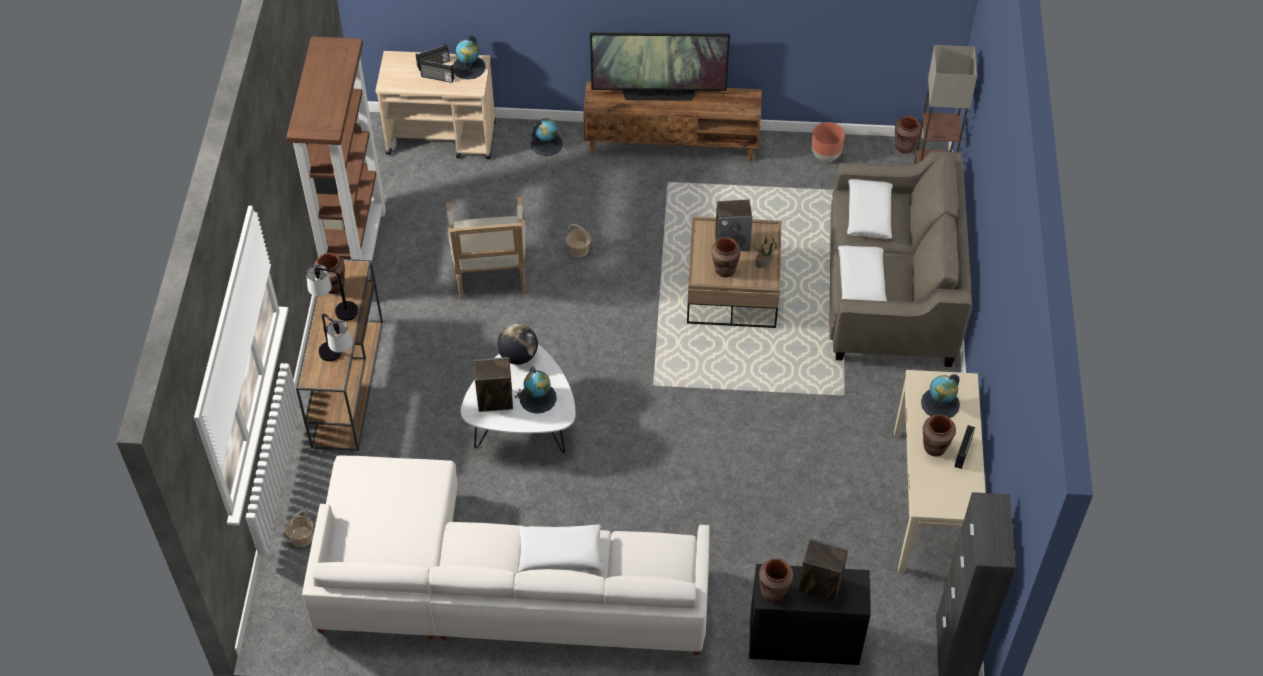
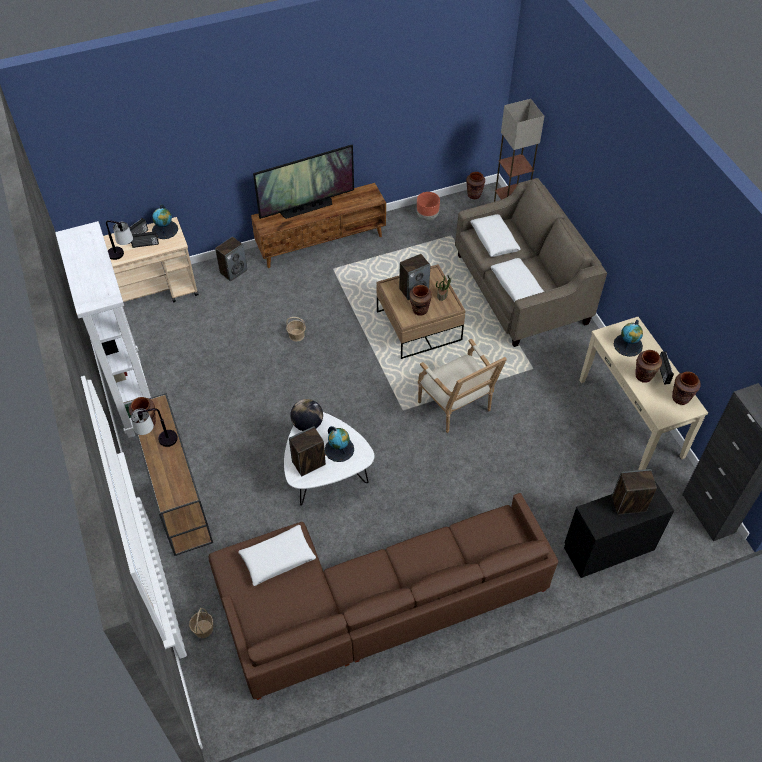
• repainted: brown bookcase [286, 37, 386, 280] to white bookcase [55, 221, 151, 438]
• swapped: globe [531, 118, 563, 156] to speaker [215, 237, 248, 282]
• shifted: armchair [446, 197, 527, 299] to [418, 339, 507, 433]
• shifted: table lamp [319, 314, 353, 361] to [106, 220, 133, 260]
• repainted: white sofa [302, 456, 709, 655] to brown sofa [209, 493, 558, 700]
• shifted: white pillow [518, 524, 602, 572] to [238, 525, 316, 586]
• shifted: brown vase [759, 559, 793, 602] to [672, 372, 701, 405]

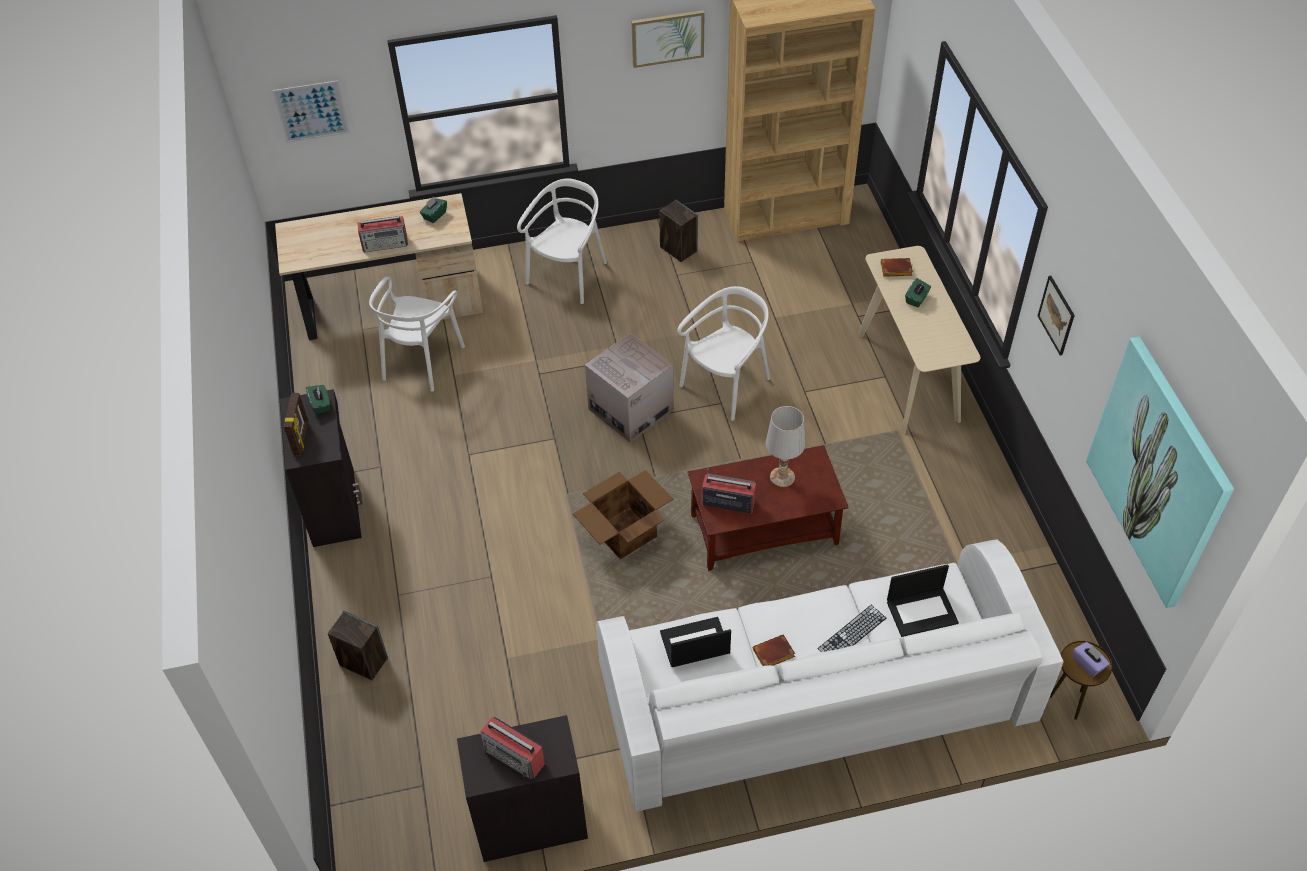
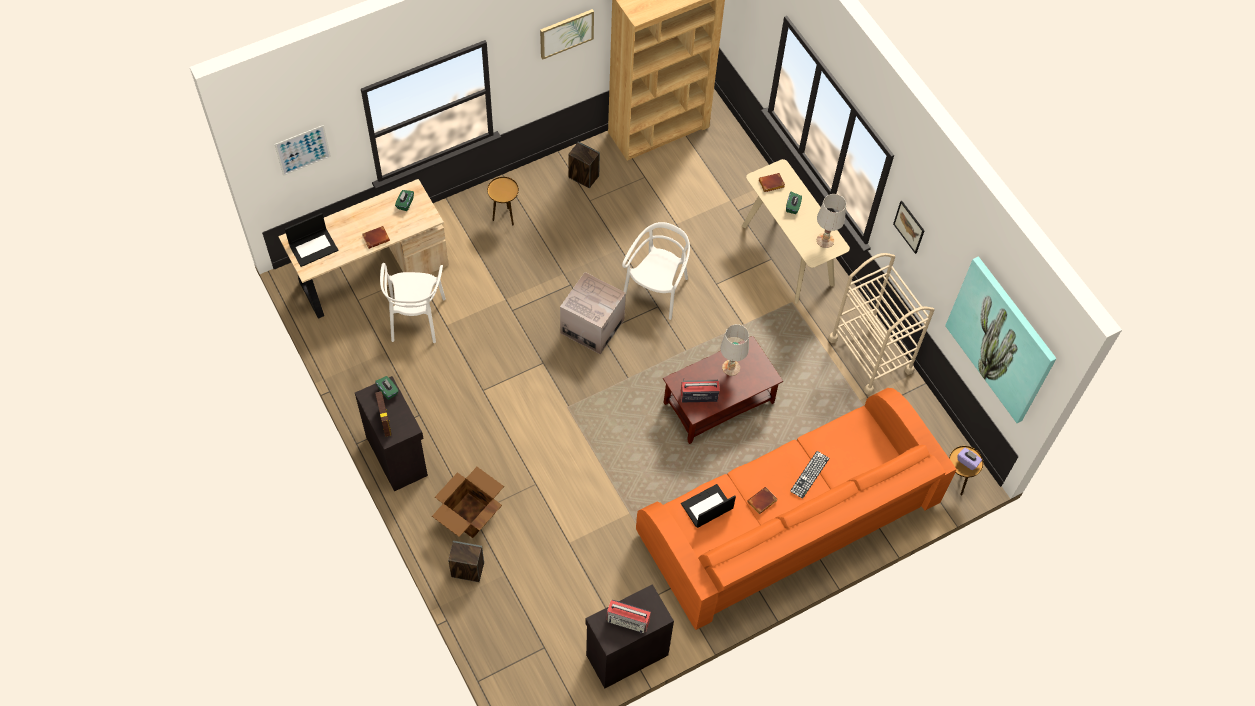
• swapped: white chair [517, 179, 607, 304] to brown side table [487, 177, 519, 225]
• swapped: radio [357, 216, 408, 252] to brown book [362, 226, 390, 249]
• shifted: cardboard box [573, 470, 673, 560] to [432, 467, 504, 538]
• repainted: white sofa [596, 539, 1064, 812] to orange sofa [636, 388, 957, 630]
• shifted: laptop [887, 564, 959, 637] to [285, 213, 338, 267]
• new: white table lamp [817, 194, 846, 248]
• new: beige cart [828, 253, 934, 395]

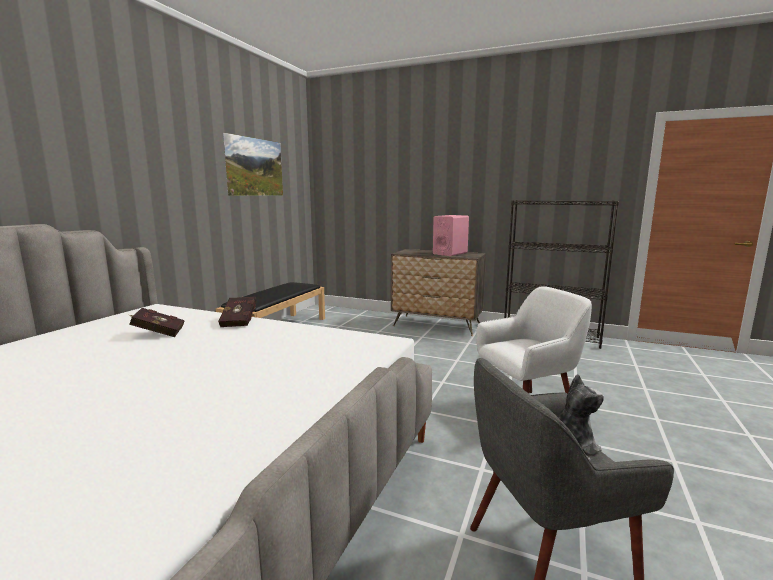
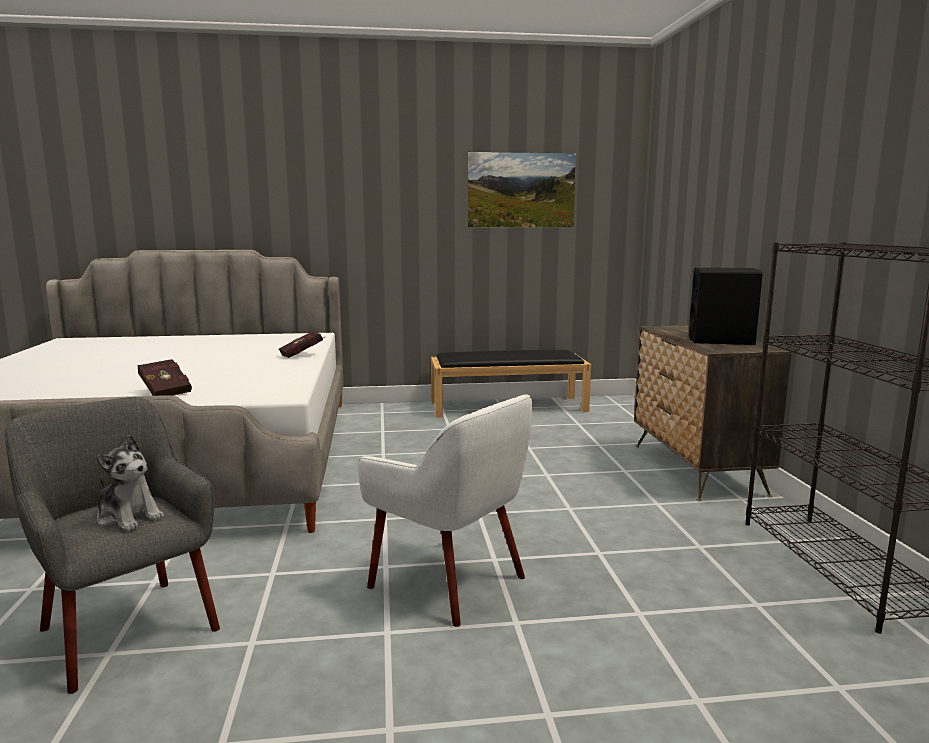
• repainted: pink speaker [433, 215, 469, 256] to black speaker [689, 267, 763, 345]
• shifted: red book [129, 308, 185, 337] to [138, 359, 192, 396]

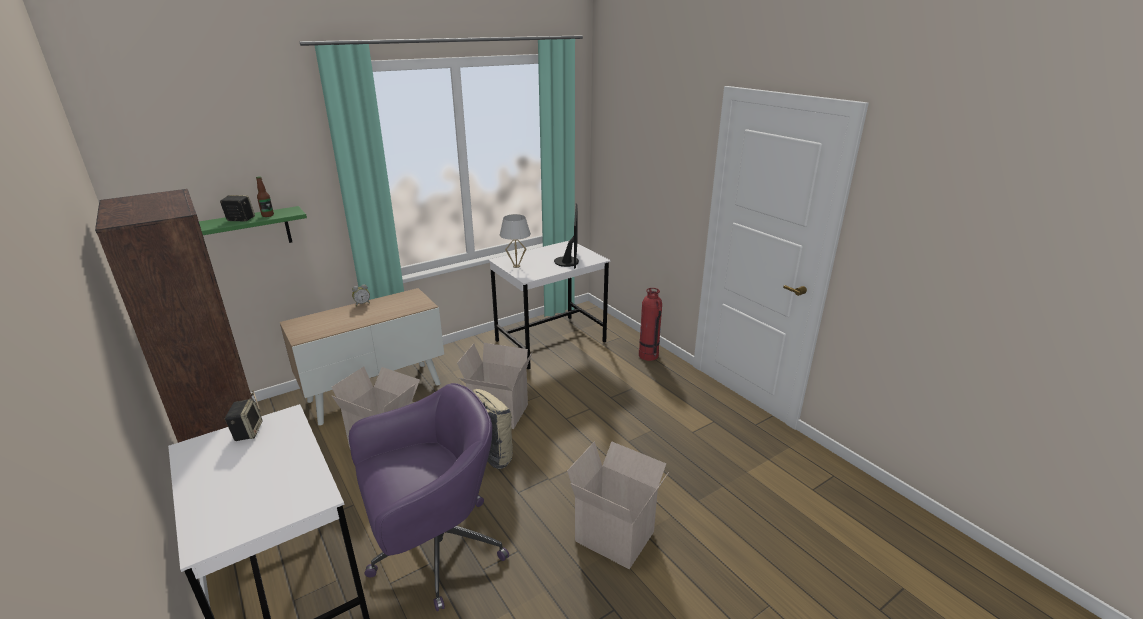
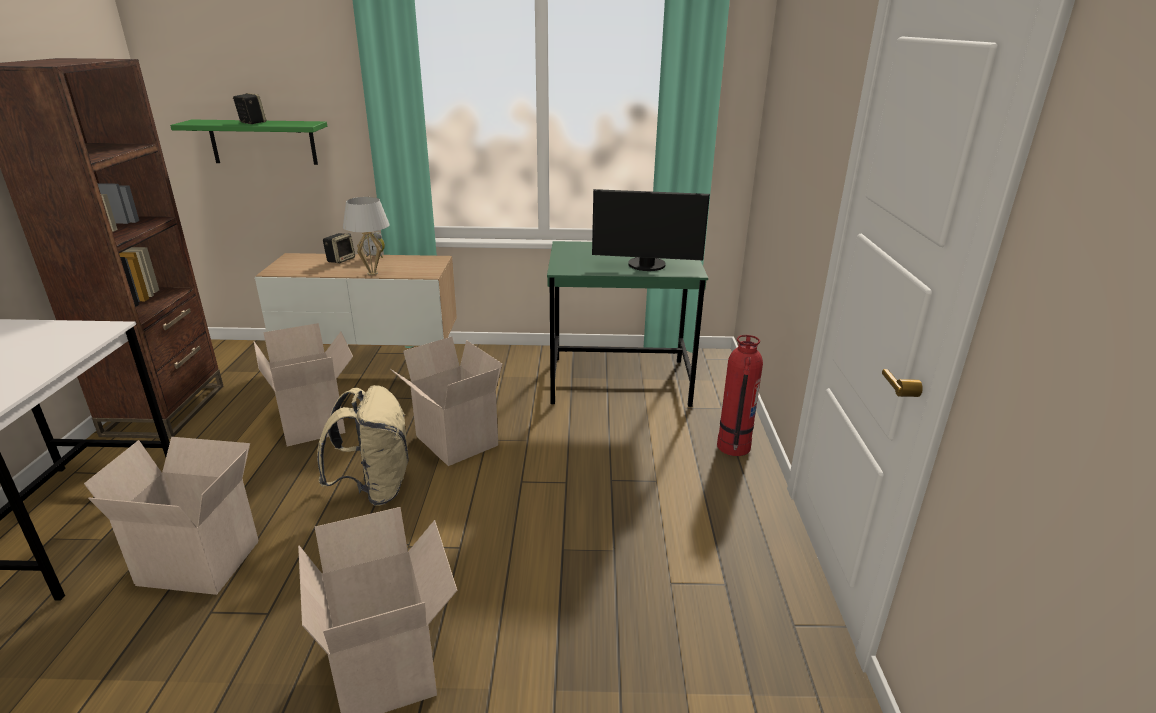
• gone: bottle [256, 176, 274, 217]
• rotated: monitor [554, 204, 579, 269] = [592, 189, 710, 271] 60 degrees clockwise
• shifted: white table lamp [500, 214, 531, 268] to [343, 197, 390, 275]
• repainted: white desk [488, 240, 611, 370] to green desk [547, 241, 708, 407]
• swapped: purple office chair [349, 383, 509, 611] to cardboard box [84, 437, 259, 595]
• shifted: speaker [224, 398, 263, 441] to [323, 233, 355, 263]

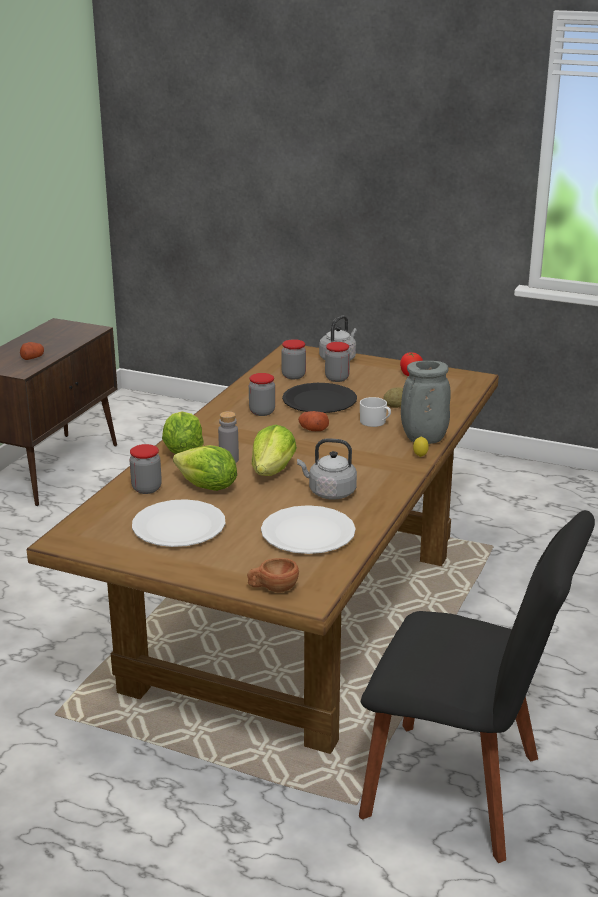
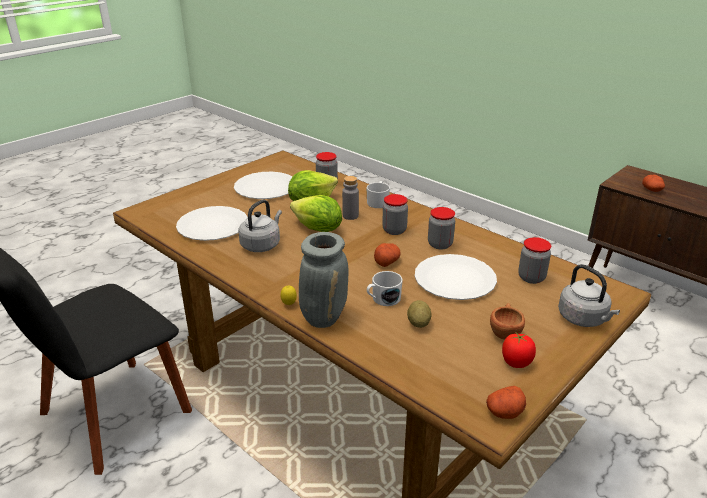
• shifted: jar [325, 342, 350, 382] to [382, 194, 408, 235]
• repainted: black plate [282, 383, 357, 413] to white plate [415, 254, 497, 300]
• swapped: lettuce [162, 412, 204, 454] to white mug [367, 181, 390, 208]
• shifted: brown cup [247, 558, 299, 592] to [490, 303, 525, 340]
• new: potato [486, 386, 526, 419]

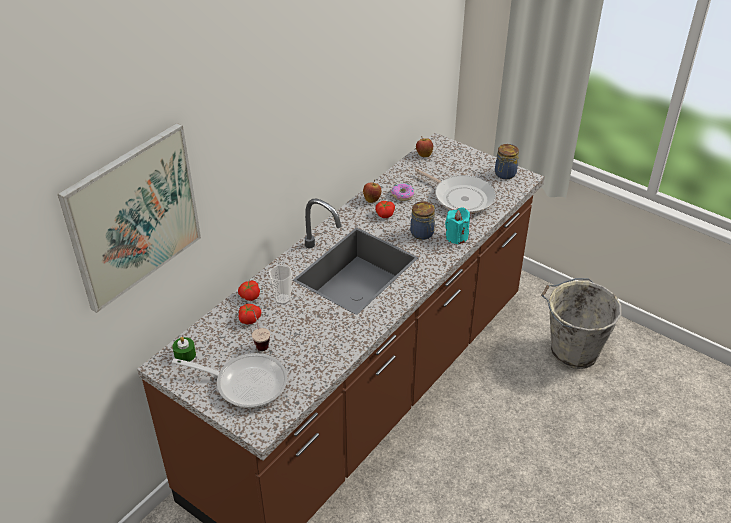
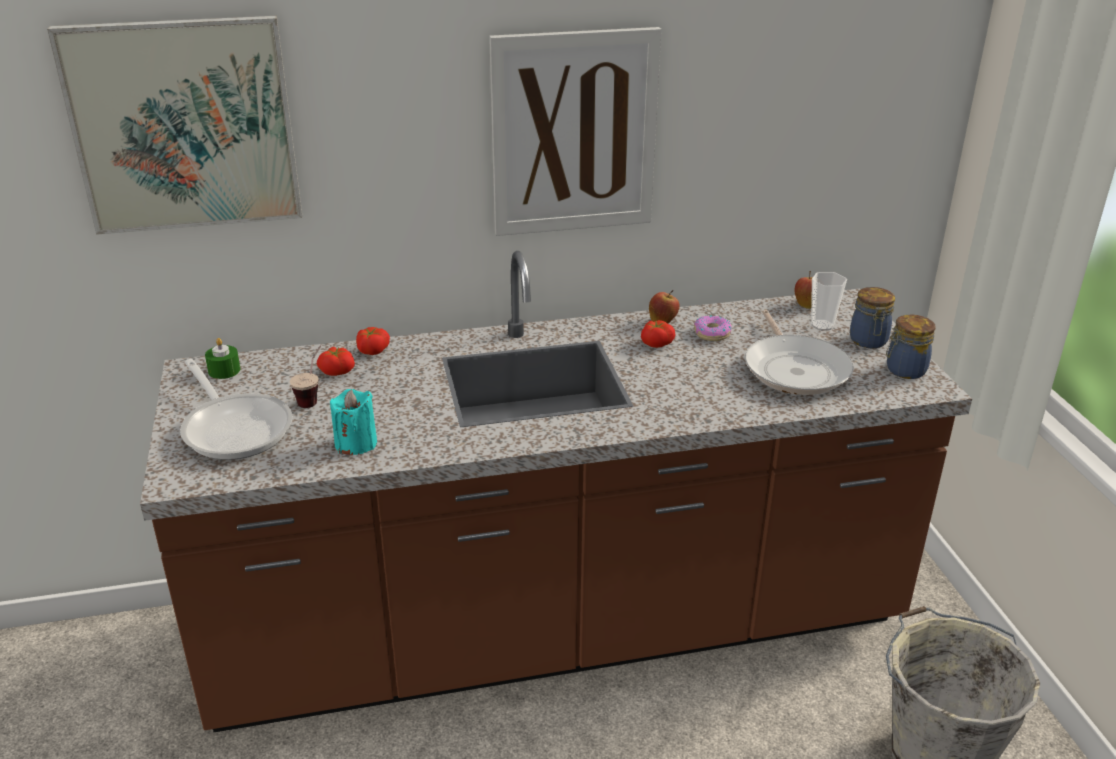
• shifted: jar [410, 201, 435, 240] to [850, 287, 895, 348]
• shifted: turquoise candle [445, 207, 470, 245] to [330, 389, 377, 455]
• shifted: cup [269, 265, 292, 305] to [811, 272, 847, 331]
• new: picture [489, 27, 661, 236]

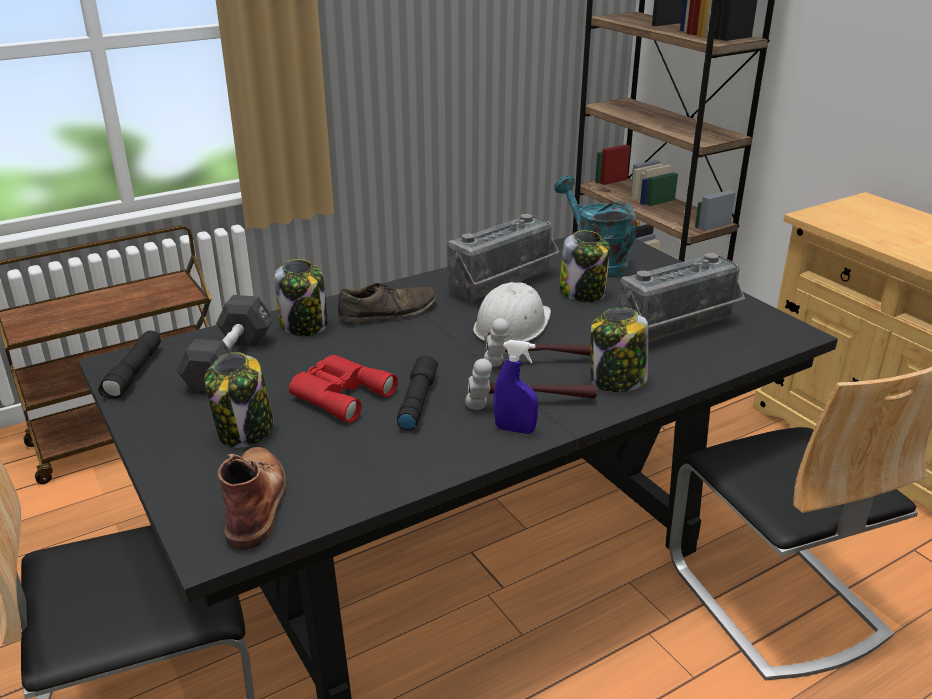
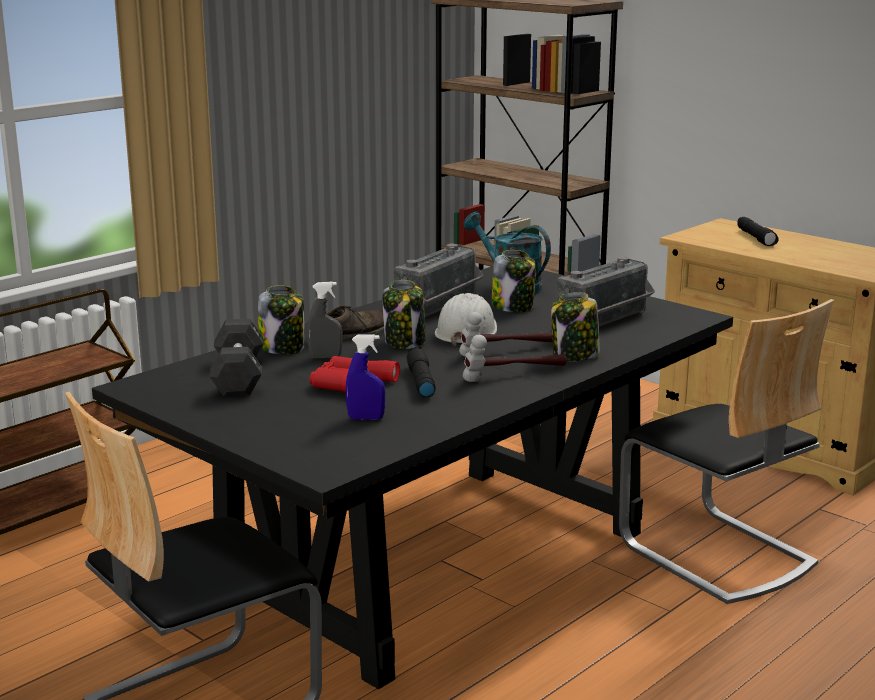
• shifted: black flashlight [98, 331, 161, 398] to [737, 217, 779, 246]
• shifted: blue spray bottle [494, 340, 538, 434] to [346, 334, 385, 420]
• shifted: jar [204, 352, 274, 448] to [382, 280, 426, 349]
• gone: brown boot [218, 447, 286, 550]
• new: grey spray bottle [307, 282, 343, 359]

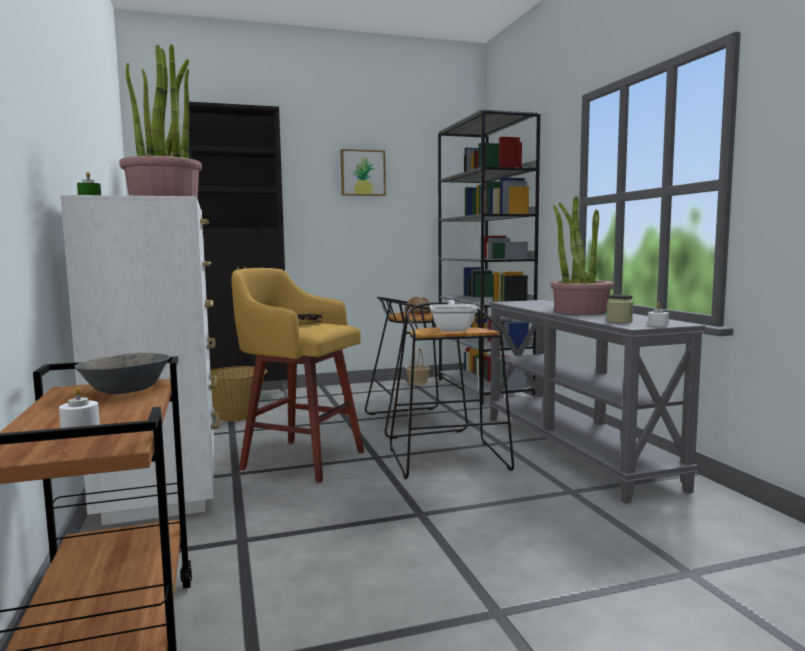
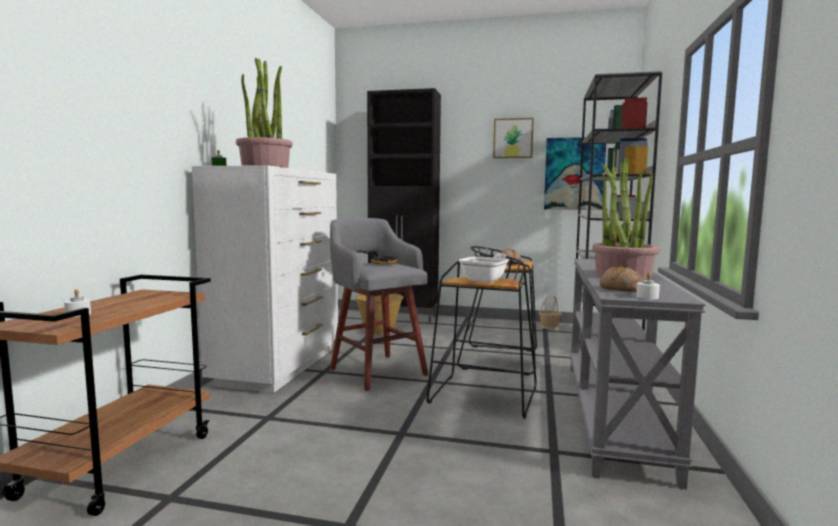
• repainted: yellow stool [231, 268, 364, 483] to grey stool [330, 218, 428, 391]
• swapped: jar [606, 295, 633, 323] to bread [600, 266, 643, 292]
• gone: grey bowl [74, 353, 170, 394]
• new: picture [544, 137, 606, 210]

